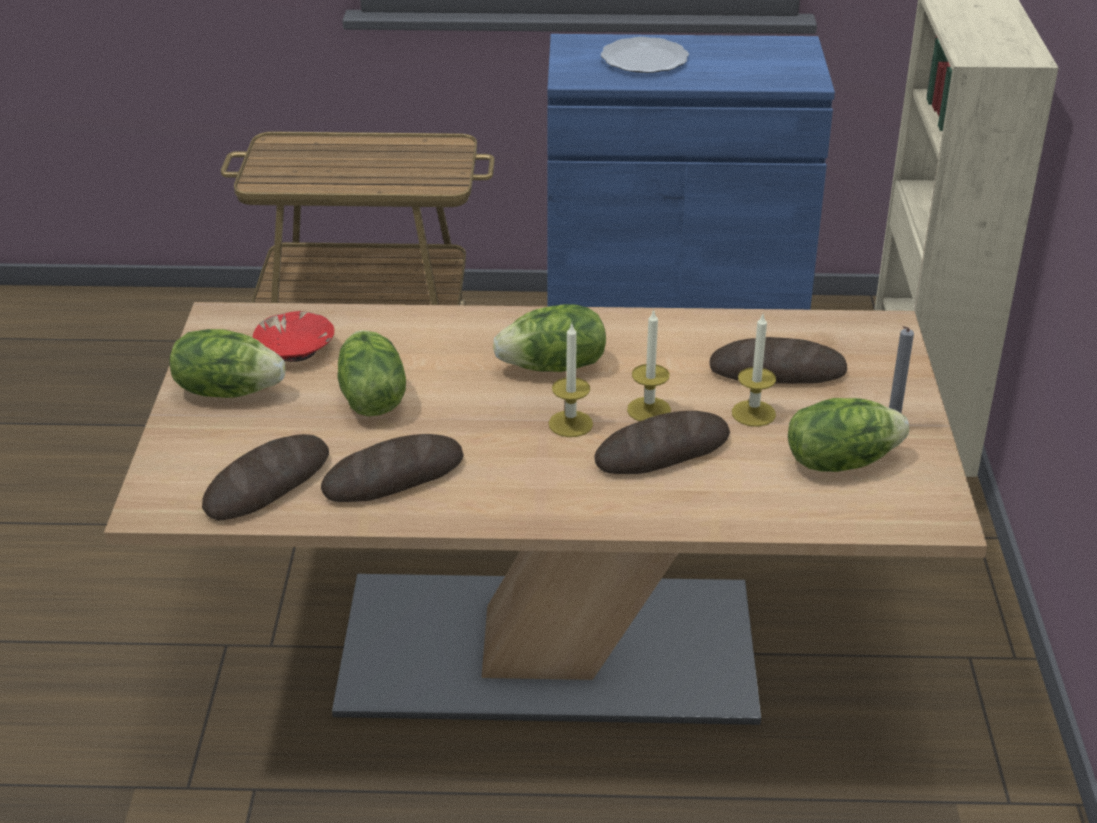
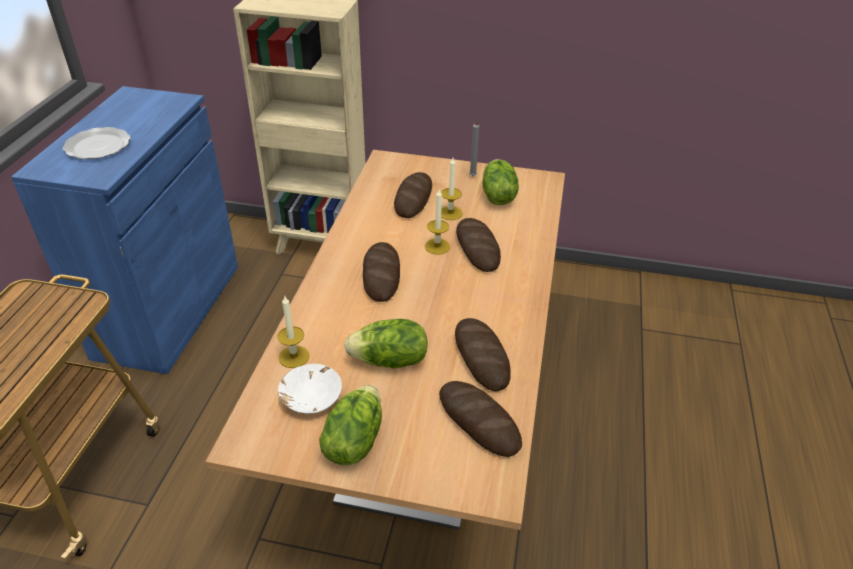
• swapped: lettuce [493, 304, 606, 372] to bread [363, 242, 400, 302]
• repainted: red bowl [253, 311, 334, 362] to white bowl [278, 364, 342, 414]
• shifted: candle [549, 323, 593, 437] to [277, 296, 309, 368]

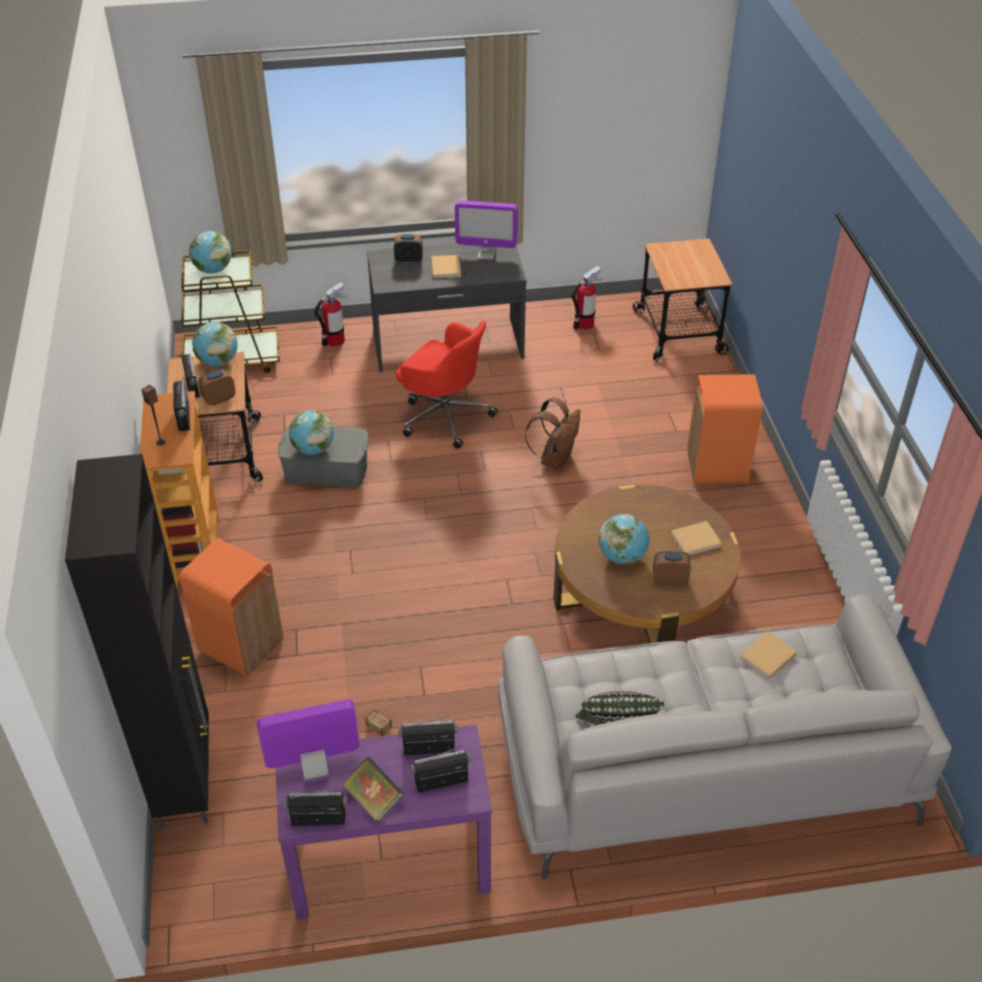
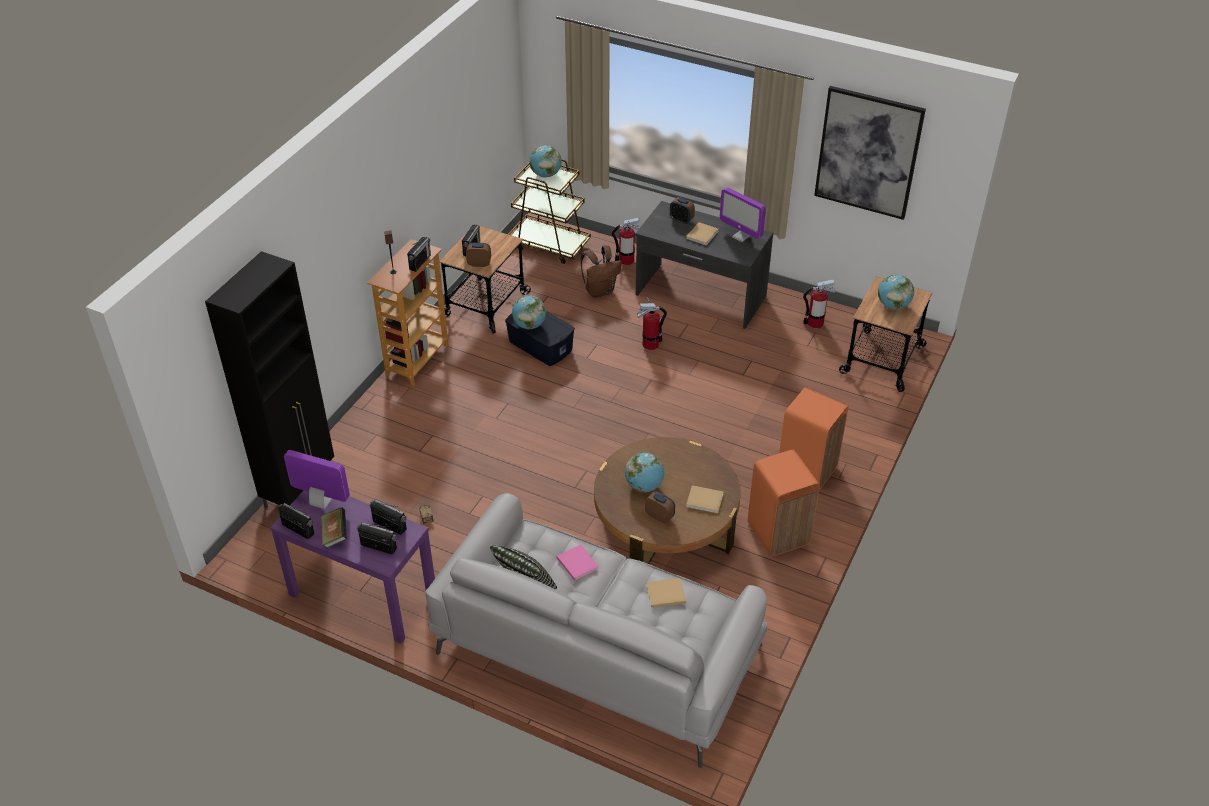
• swapped: red office chair [396, 321, 498, 449] to fire extinguisher [637, 297, 667, 350]
• shifted: globe [192, 322, 238, 366] to [878, 274, 914, 310]
• shifted: brown backpack [525, 397, 581, 470] to [581, 245, 622, 298]
• repainted: grey storage box [278, 425, 369, 488] to blue storage box [505, 311, 575, 366]
• shifted: orange trash can [179, 538, 284, 677] to [748, 450, 820, 557]
• new: picture [814, 86, 926, 220]
• new: pink book [557, 544, 599, 581]

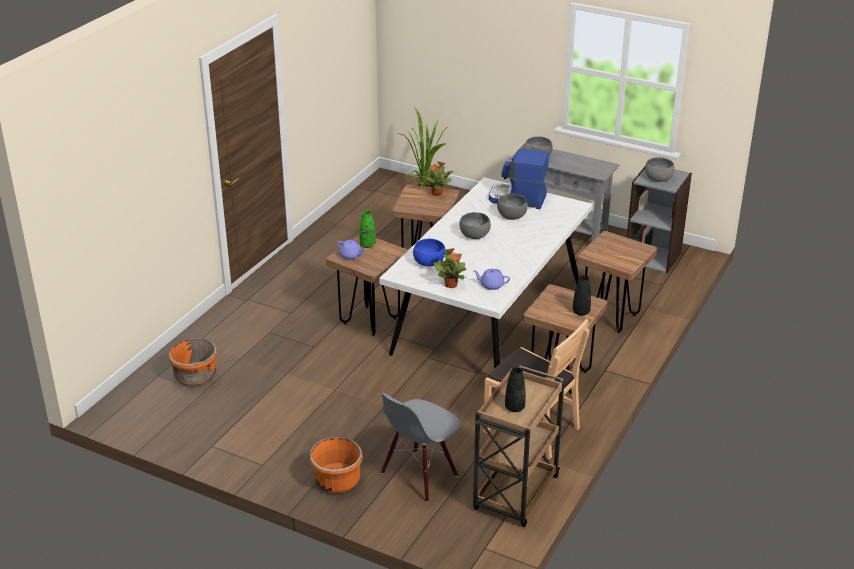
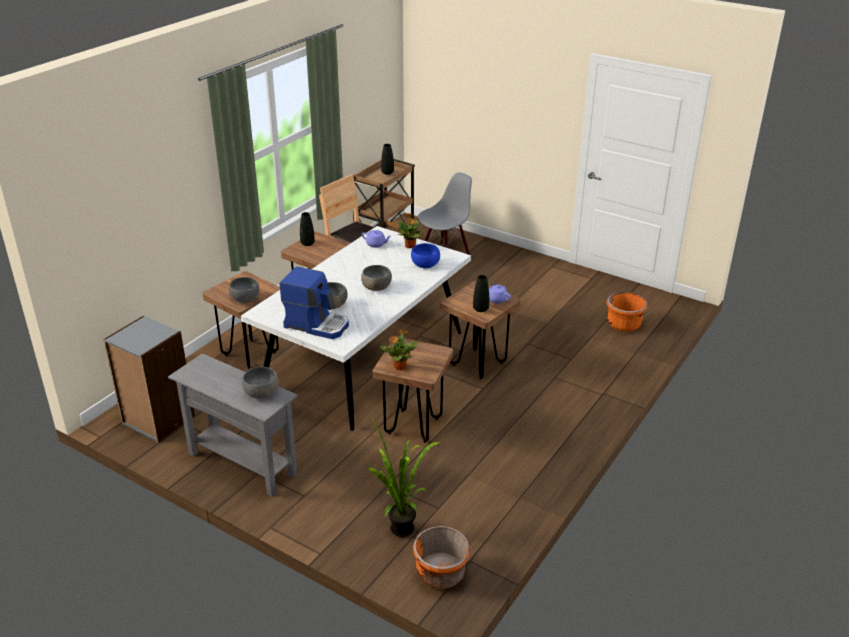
• shifted: grey bowl [645, 157, 675, 182] to [228, 277, 259, 303]
• repainted: green vase [359, 210, 376, 248] to black vase [473, 275, 489, 312]
• shifted: orange planter [309, 437, 363, 493] to [413, 526, 470, 589]

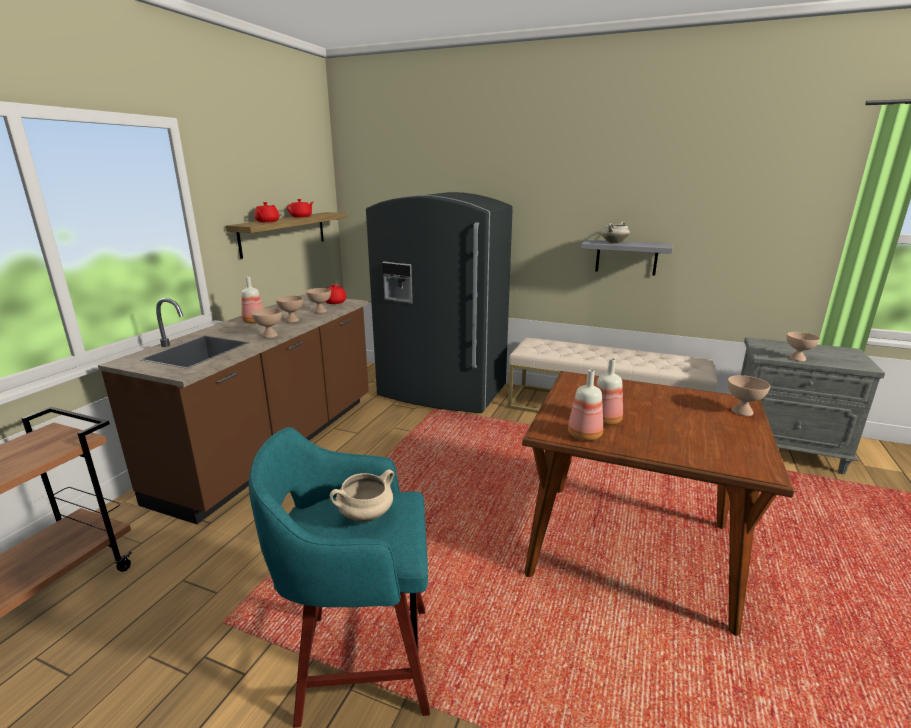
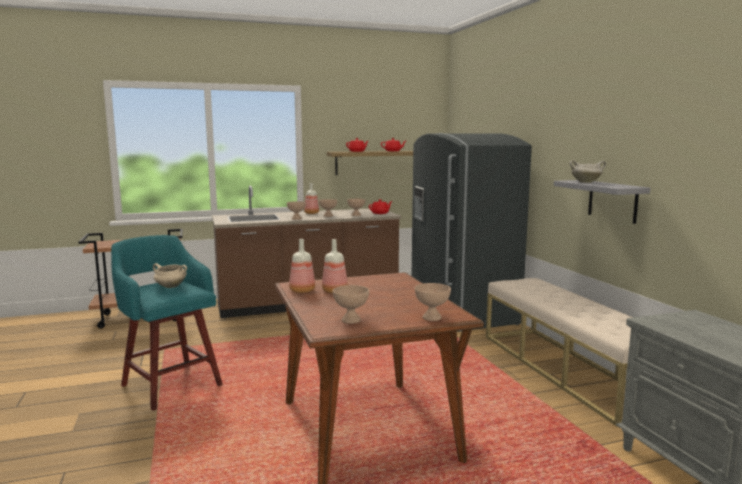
• shifted: beige bowl [787, 332, 820, 362] to [333, 285, 369, 324]

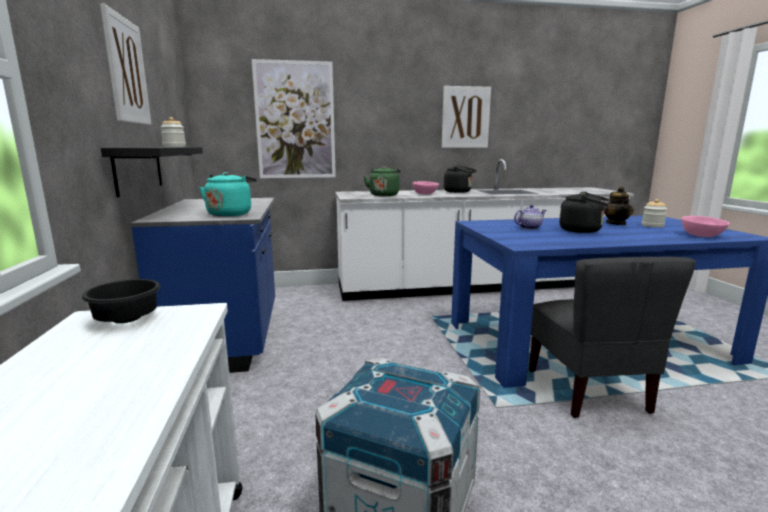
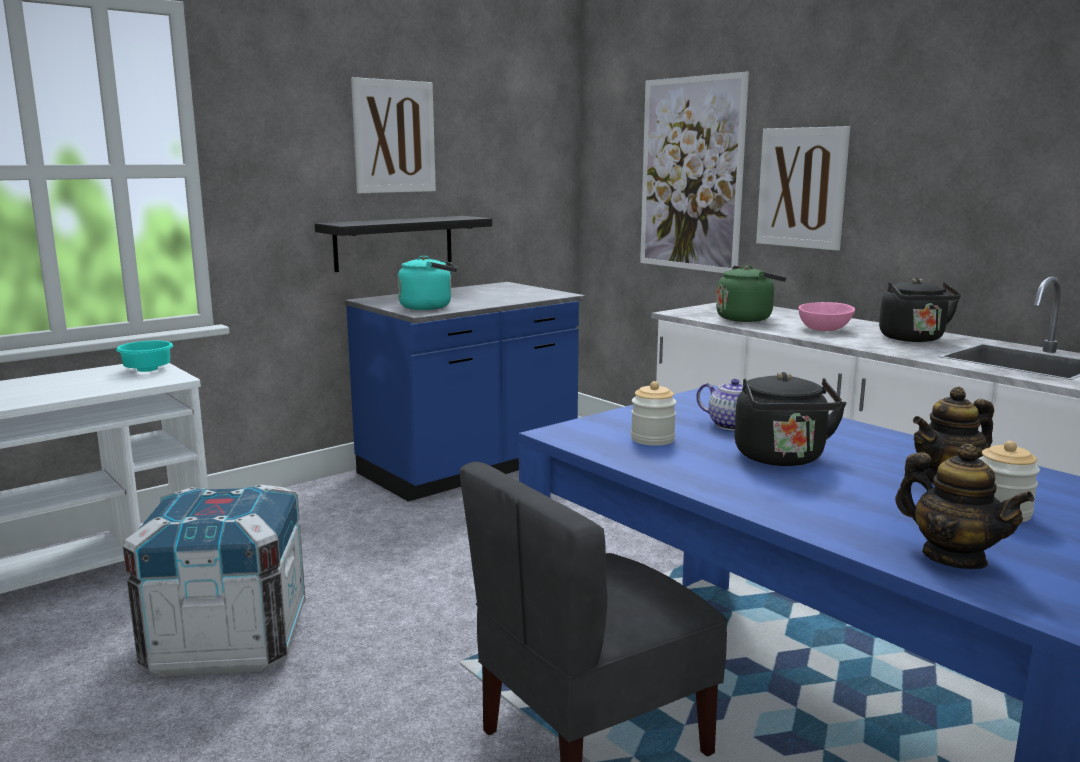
• shifted: picture [442, 86, 491, 148] to [756, 126, 850, 251]
• shifted: jar [161, 117, 186, 147] to [631, 381, 677, 446]
• swapped: pink bowl [682, 216, 730, 237] to teapot [895, 444, 1034, 569]
• repainted: black bowl [82, 279, 161, 323] to turquoise bowl [116, 341, 173, 372]

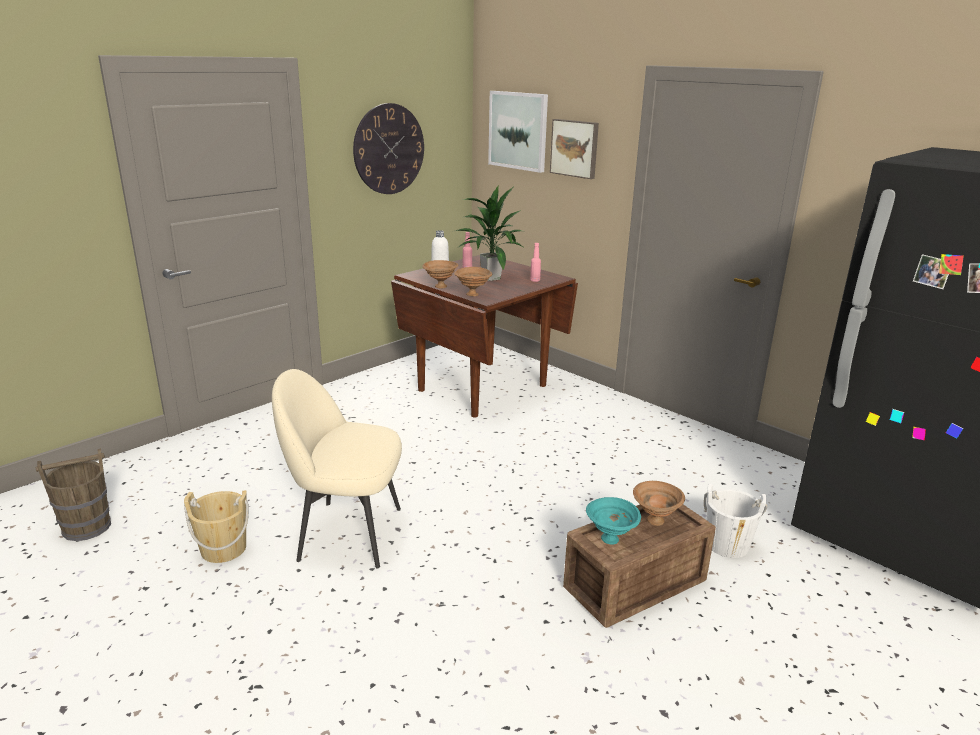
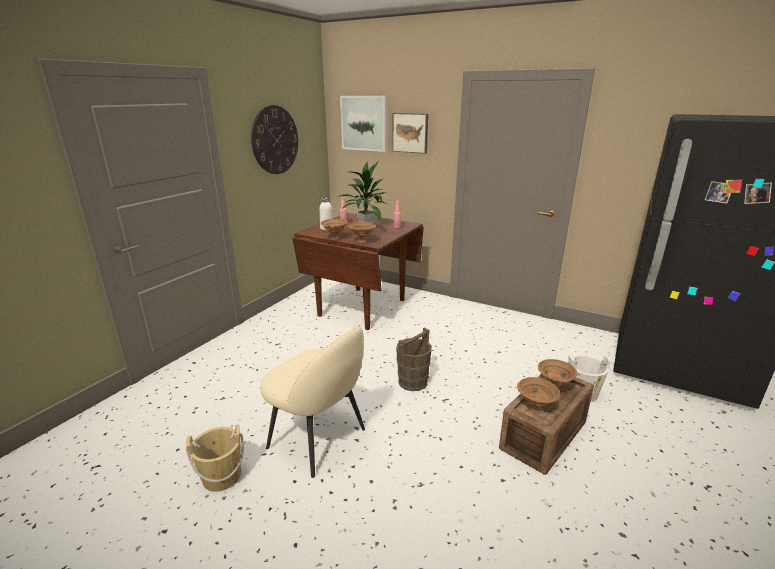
• rotated: beige chair [272, 369, 402, 568] = [260, 326, 365, 478] 135 degrees counterclockwise
• shifted: brown bucket [36, 448, 111, 541] to [396, 327, 432, 391]
• repainted: turquoise bowl [586, 497, 641, 545] to brown bowl [517, 377, 560, 413]

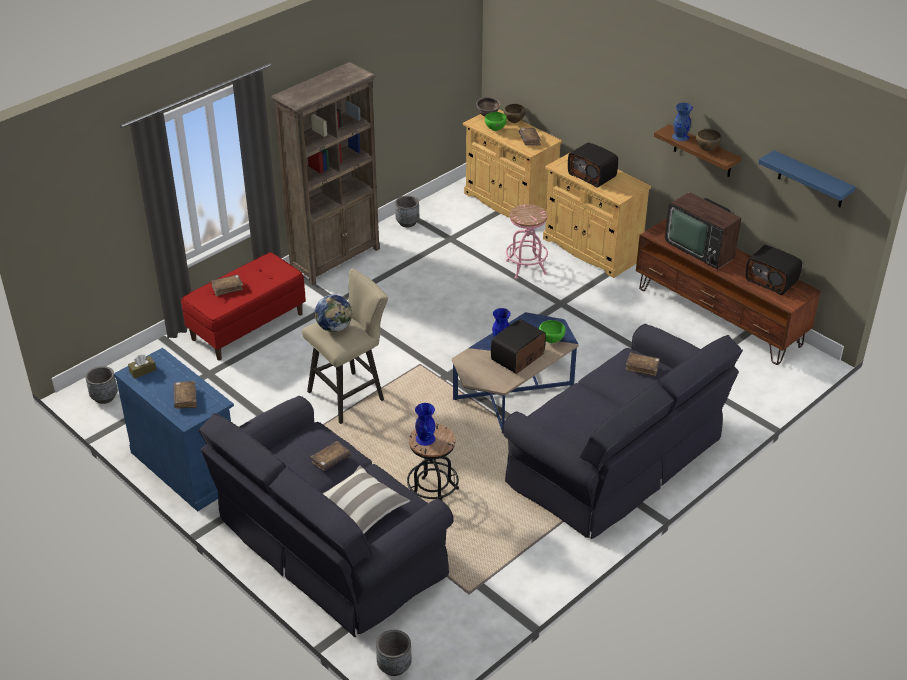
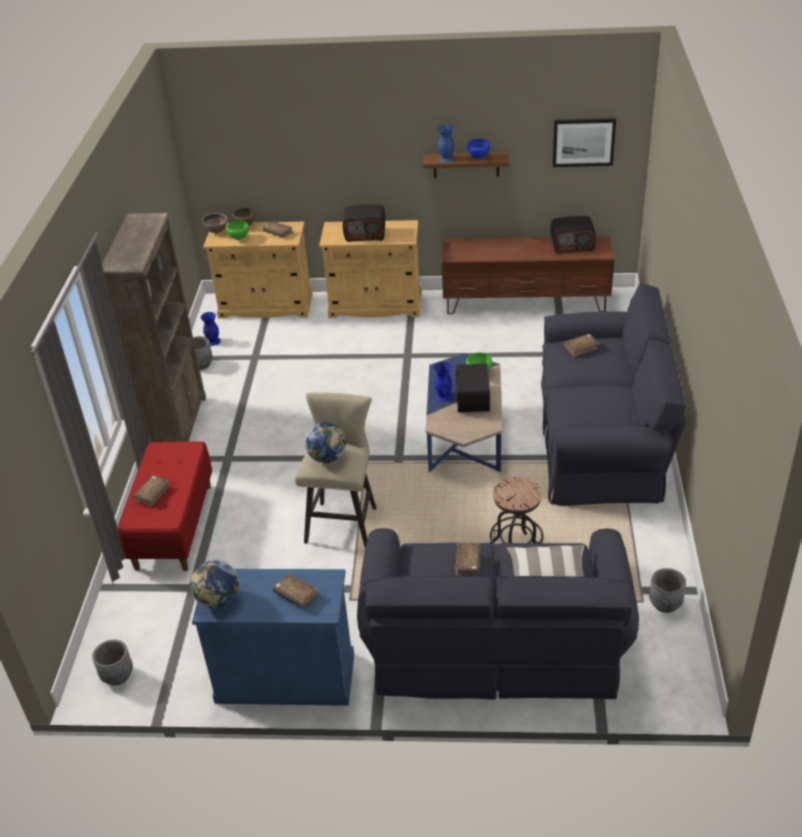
• repainted: brown bowl [696, 129, 722, 151] to blue bowl [467, 139, 490, 159]
• swapped: blue shelf [758, 150, 855, 207] to picture [553, 118, 616, 167]
• gone: television [665, 192, 741, 270]
• gone: pink stool [506, 204, 548, 279]
• swapped: brown tissue box [128, 355, 156, 379] to globe [190, 560, 239, 609]
• shifted: blue vase [415, 403, 435, 446] to [201, 312, 221, 346]
• shifted: grey planter [376, 630, 412, 676] to [649, 568, 686, 613]

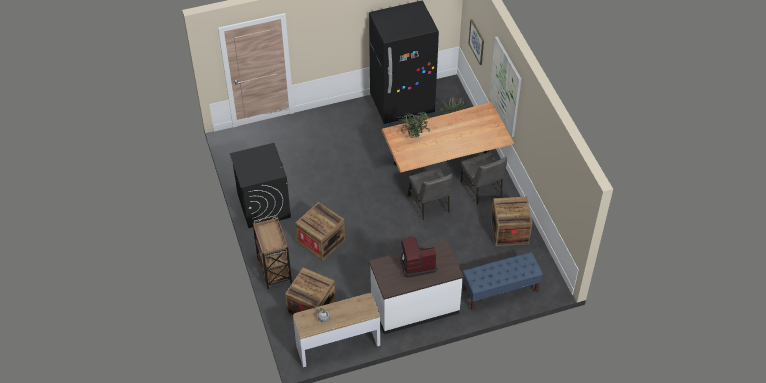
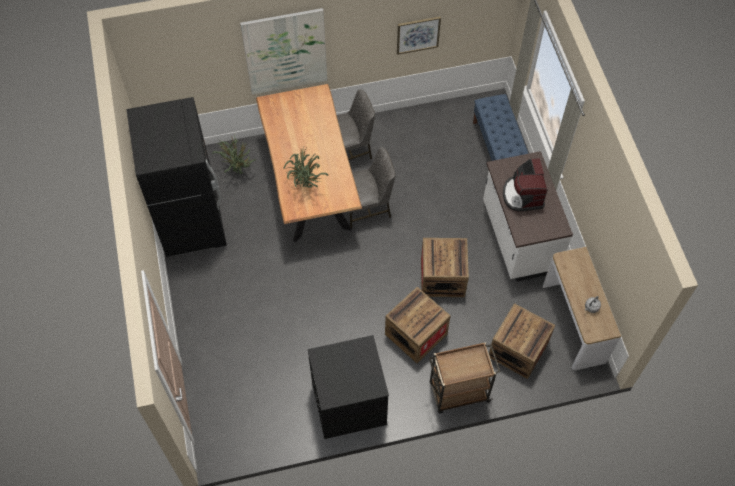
• shifted: picture [468, 19, 484, 65] to [397, 16, 441, 55]
• shifted: crate [491, 197, 533, 246] to [421, 238, 469, 297]

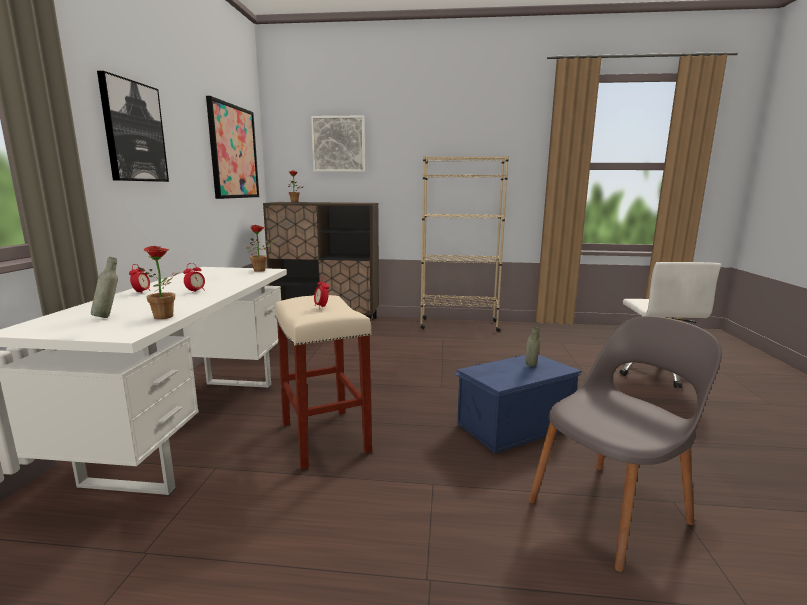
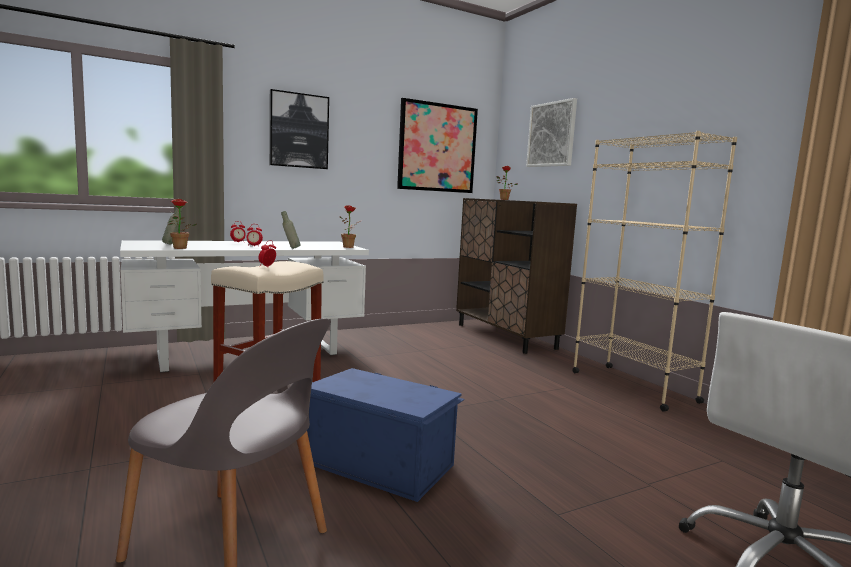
• shifted: grey bottle [525, 327, 540, 367] to [281, 211, 300, 249]

